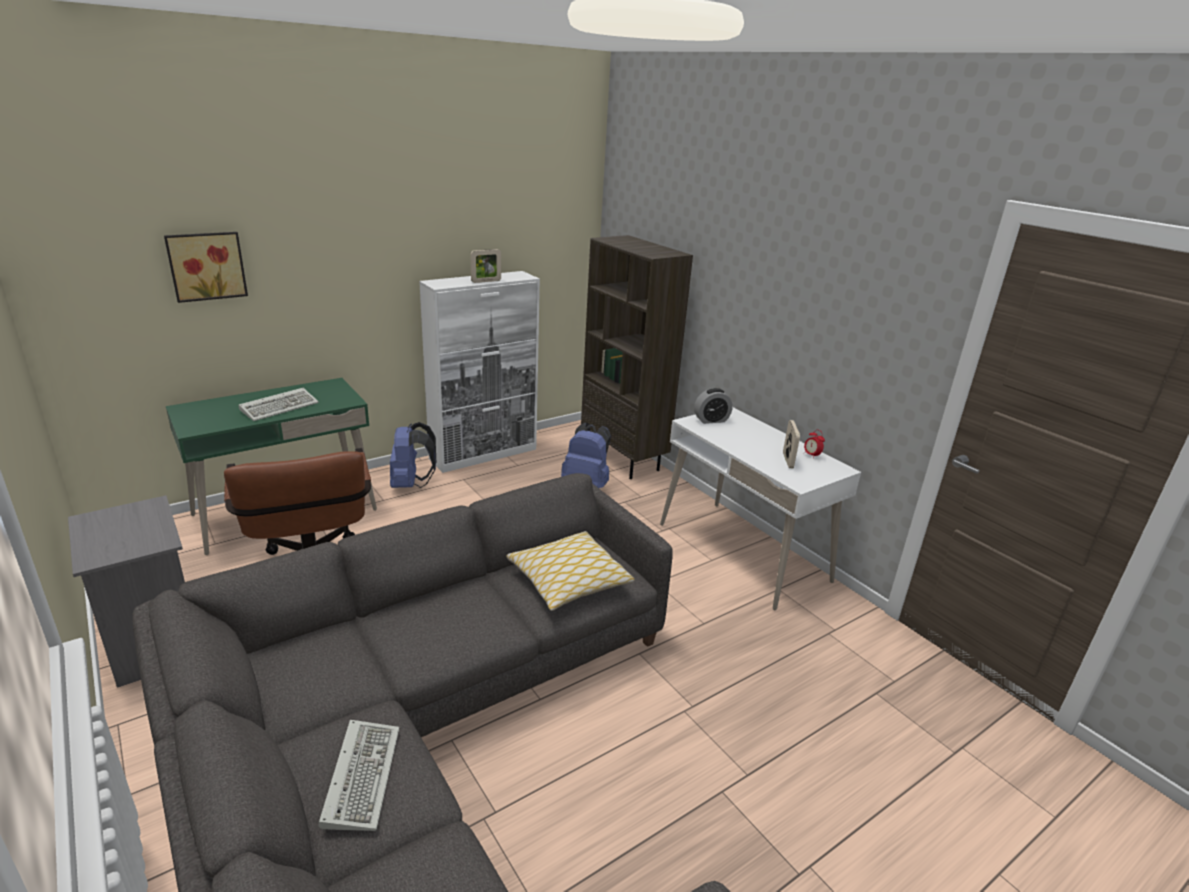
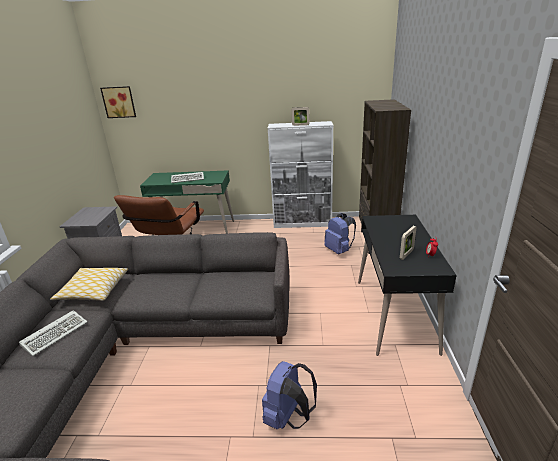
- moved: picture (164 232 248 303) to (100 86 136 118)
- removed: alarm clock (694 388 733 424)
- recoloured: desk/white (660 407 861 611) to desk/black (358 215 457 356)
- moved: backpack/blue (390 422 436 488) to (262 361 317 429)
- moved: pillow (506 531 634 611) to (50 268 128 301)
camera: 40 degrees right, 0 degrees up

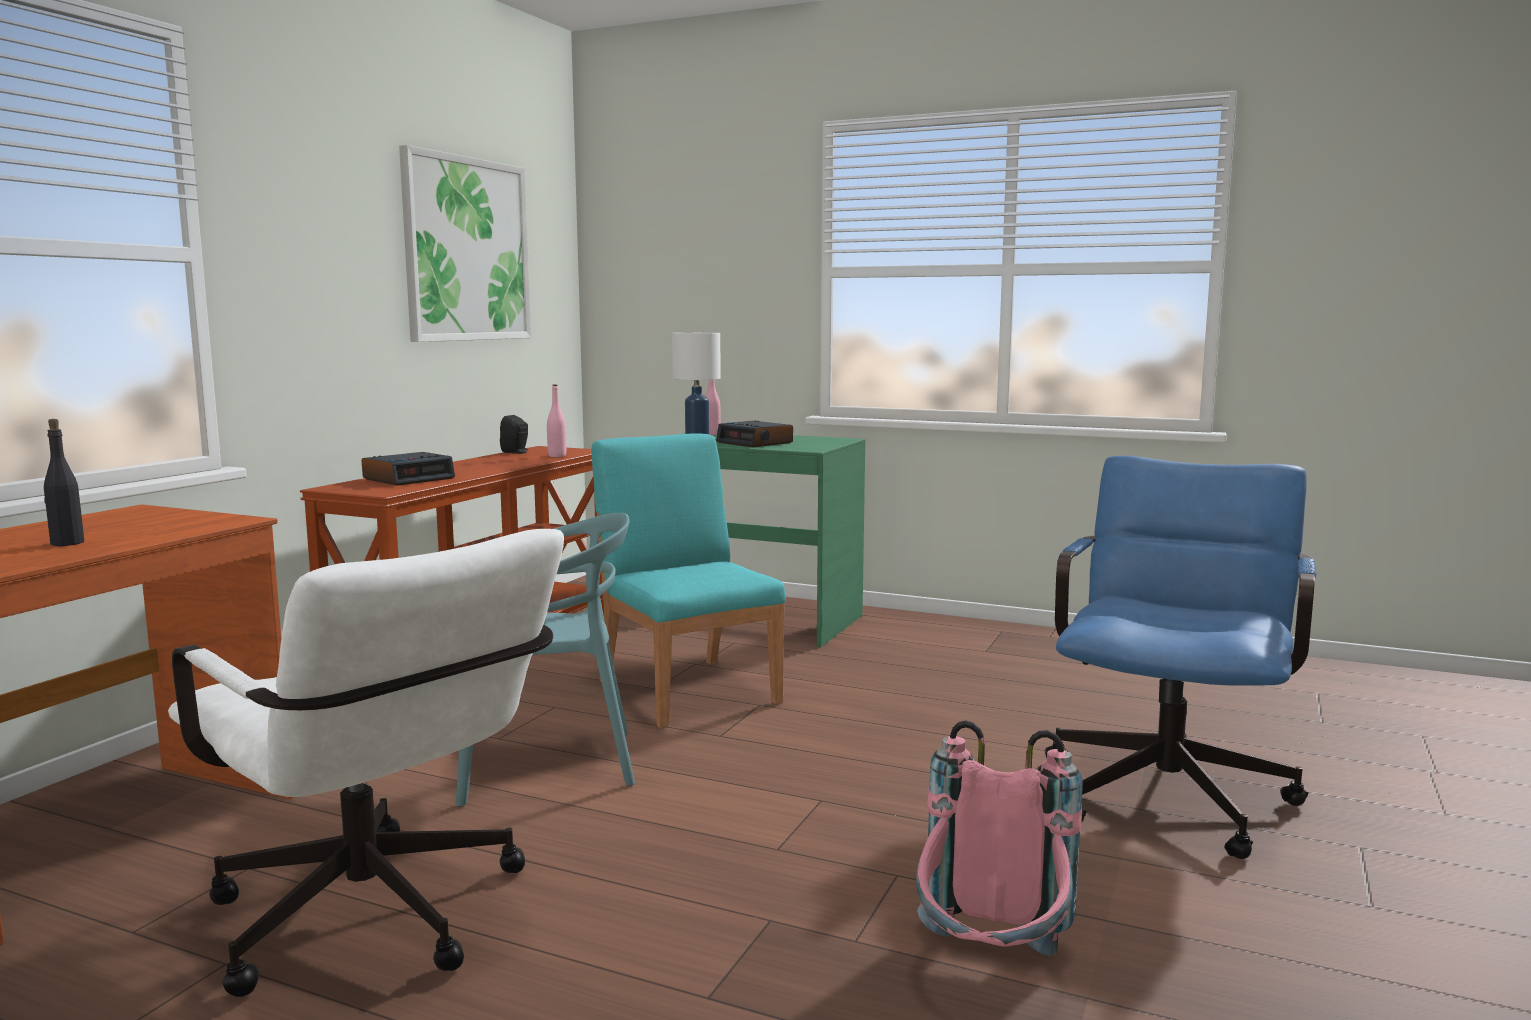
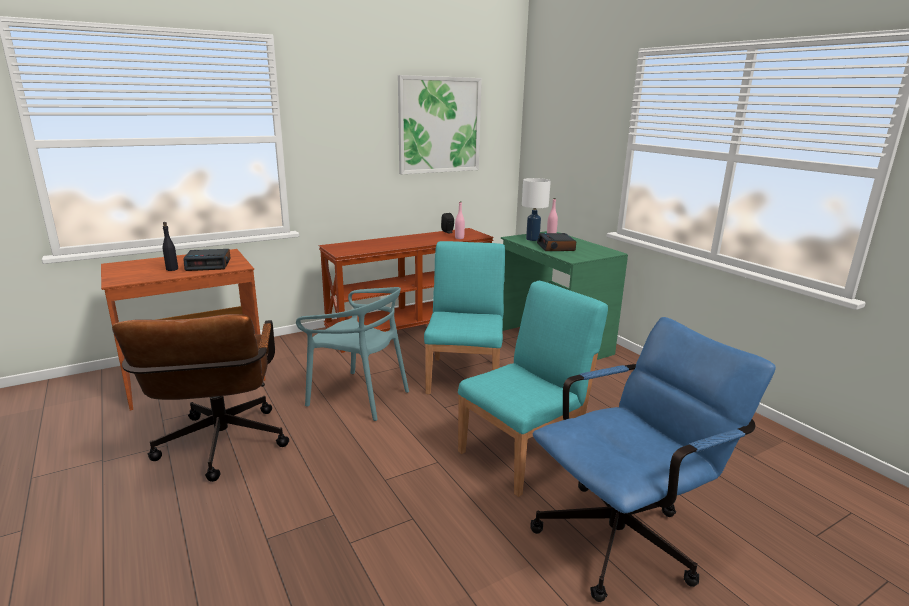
- moved: alarm clock (361 452 455 486) to (183 249 231 271)
- recoloured: office chair/white (168 529 564 997) to office chair/brown (112 314 289 482)
- removed: backpack/pink (916 720 1083 956)
- added: chair/turquoise (458 281 608 497)
camera: 35 degrees right, 10 degrees up

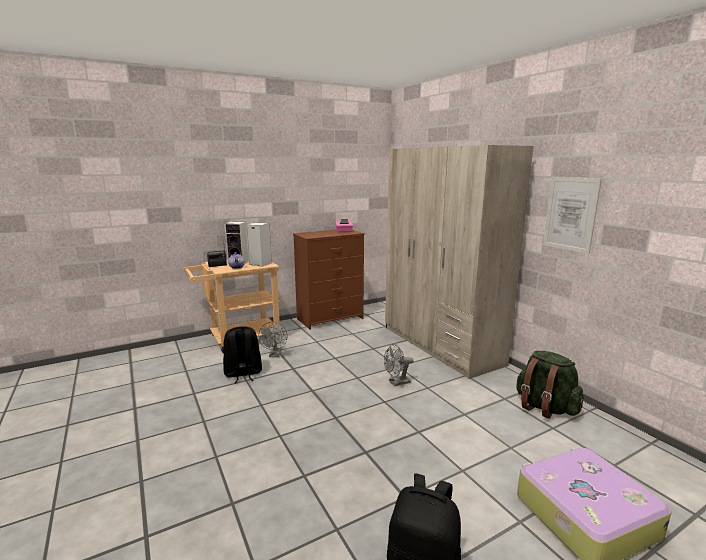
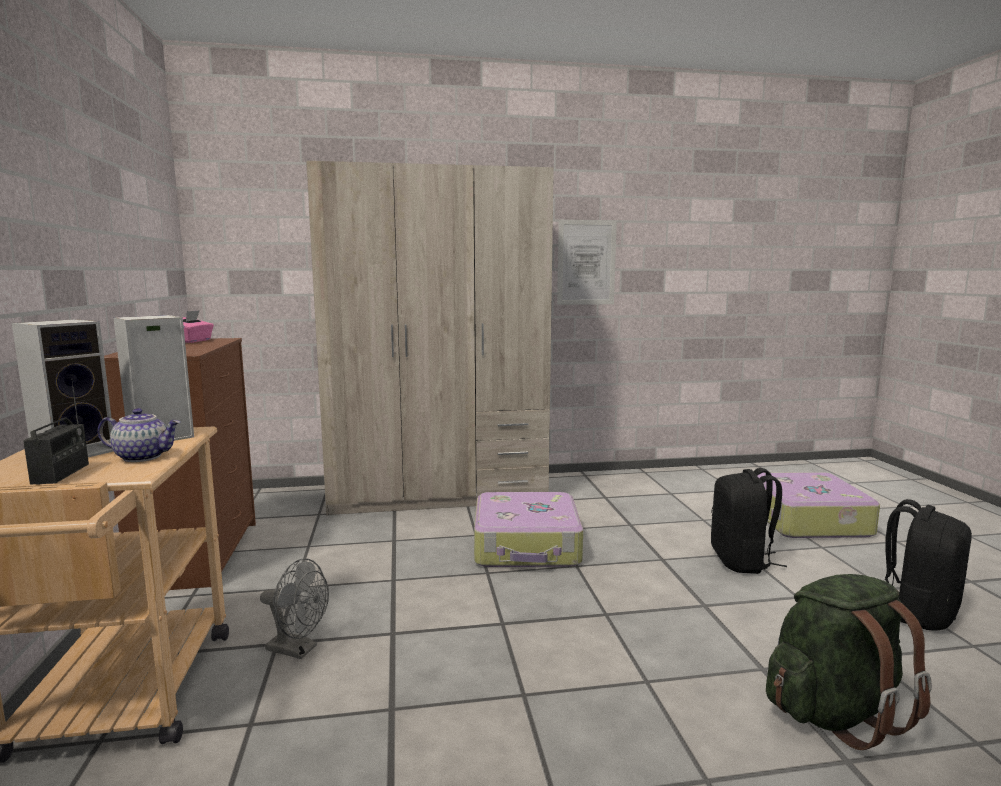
- moved: backpack/black (223 326 262 384) to (711 468 787 574)
- replaced: fan/grey (384 344 414 386) to suitcase (474 492 583 567)
- moved: backpack/green (516 351 583 419) to (766 574 932 750)
camera: 70 degrees left, 5 degrees down

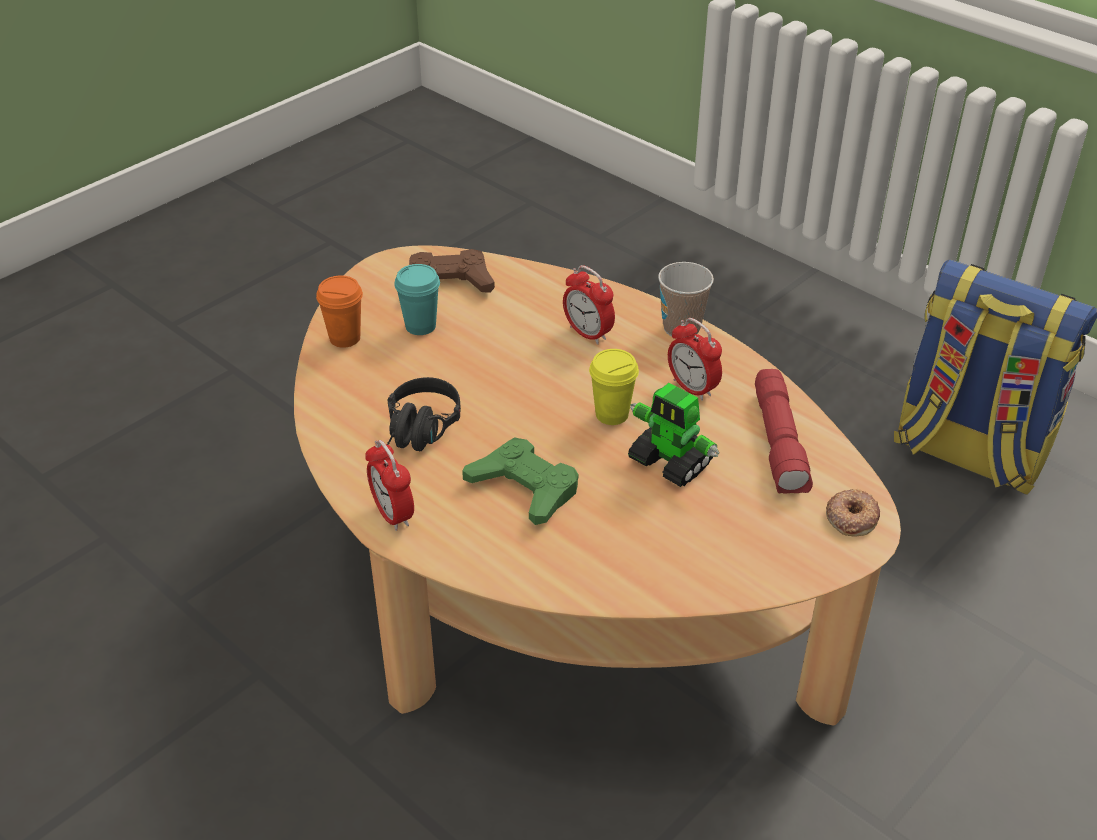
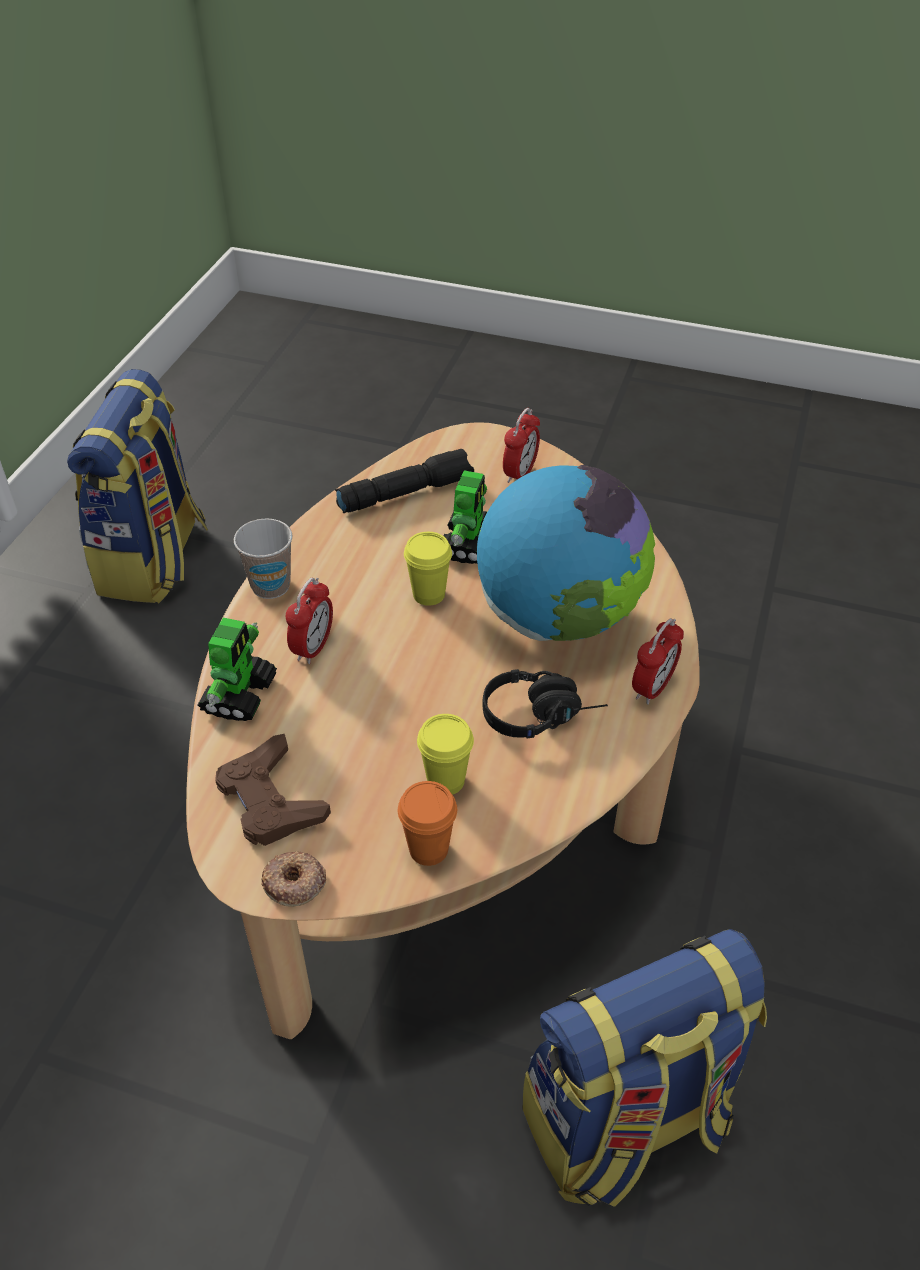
- removed: cup/turquoise (394 264 440 335)
- moved: alarm clock (668 318 722 401) to (503 408 540 483)
- recoloured: flashlight/red (755 369 813 494) to flashlight/black (335 449 474 513)
- replaced: game controller/green (462 438 579 525) to globe (477 465 655 641)
- moved: donut (826 489 880 537) to (261 851 326 907)
- added: toy robot (198 618 277 721)
- added: cup/yellow (417 714 474 795)
- added: backpack (522 929 767 1207)
camera: 115 degrees left, 5 degrees up

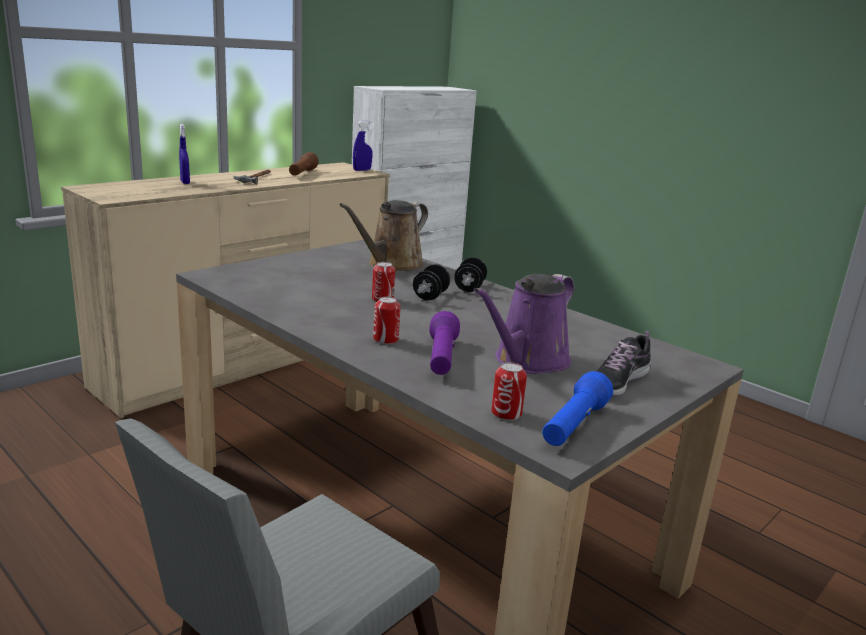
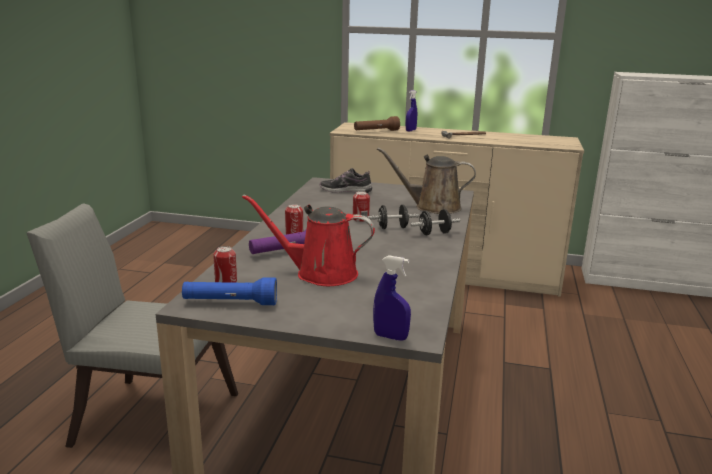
- moved: spray bottle/blue (353 121 372 171) to (373 255 411 341)
- moved: flashlight/brown (289 152 319 176) to (354 116 400 131)
- recoloured: watering can/purple (474 274 574 374) to watering can/red (242 194 375 286)
- moved: shoe (596 331 651 396) to (320 168 372 193)
camera: 60 degrees right, 0 degrees up

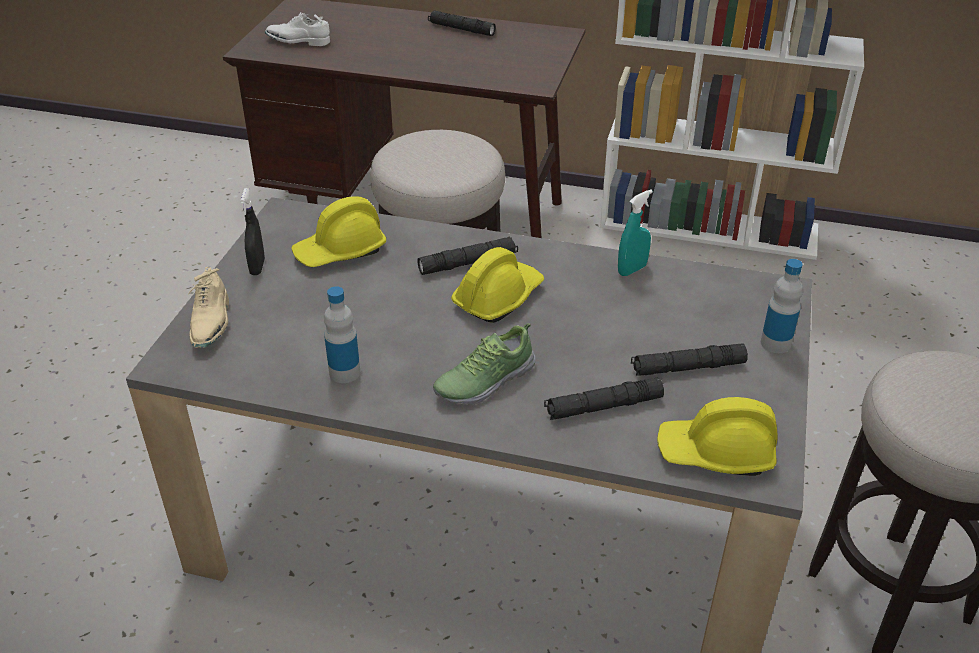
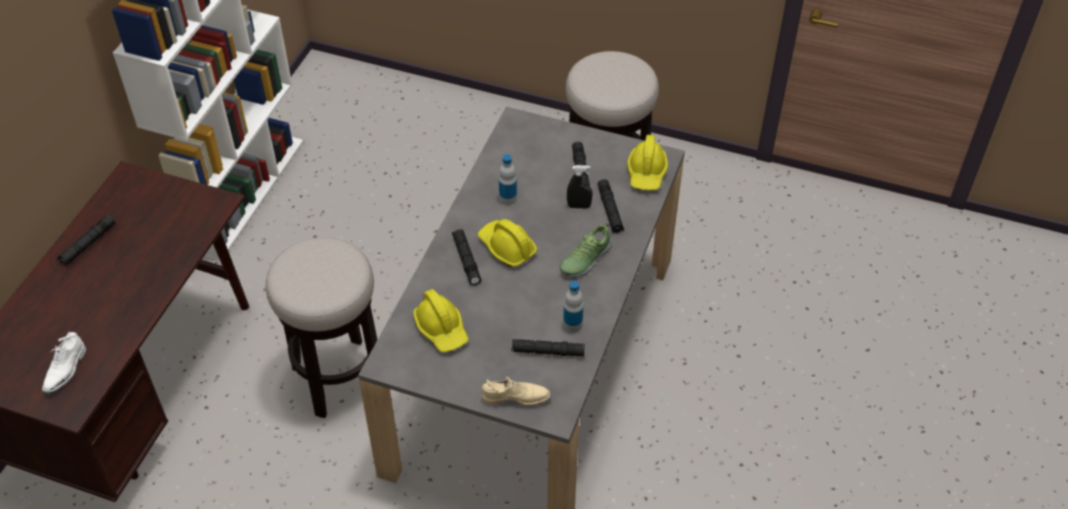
- moved: spray bottle/black (240 188 265 275) to (567 165 593 209)
- removed: spray bottle/turquoise (618 190 653 276)
- moved: bottle (761 259 803 353) to (499 154 517 205)
- turned: shoe (433 323 536 405) = (560 223 613 277) 75 degrees clockwise
- added: flashlight/black (511 339 585 357)
camera: 85 degrees left, 10 degrees up

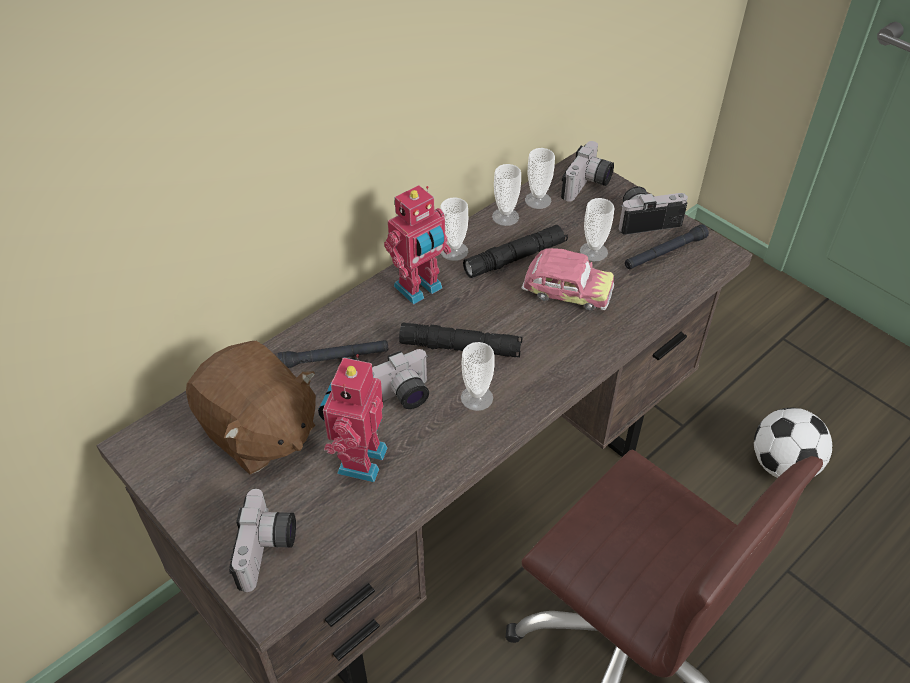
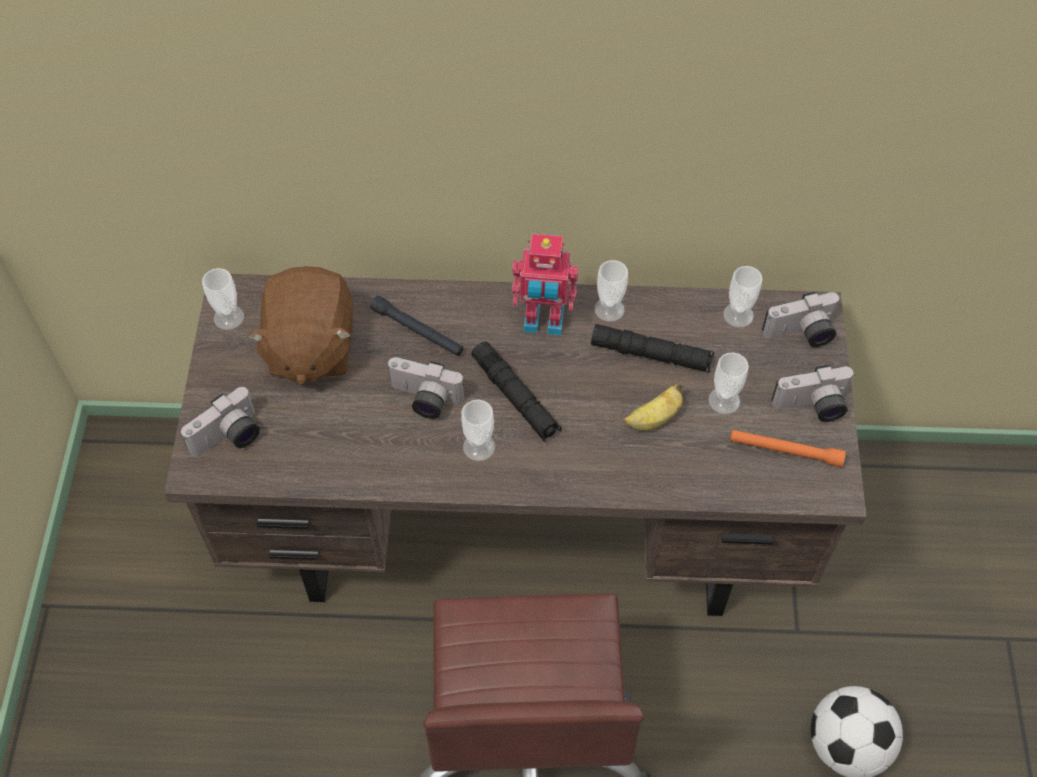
- moved: cup (492 164 521 226) to (202 268 244 330)
- turned: photo camera (619 187 688 235) = (772 365 855 422) 135 degrees clockwise
- recoloured: flashlight/black (625 224 709 269) to flashlight/orange (730 430 846 467)
- replaced: toy car (521 248 614 311) to banana (623 382 683 431)
- removed: toy robot (318 354 387 482)
camera: 45 degrees right, 10 degrees up

